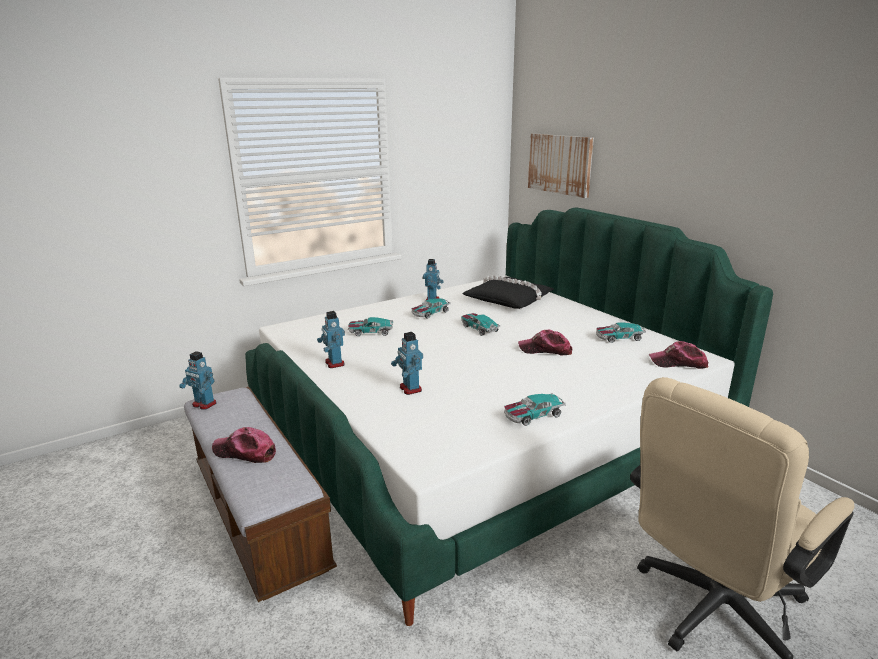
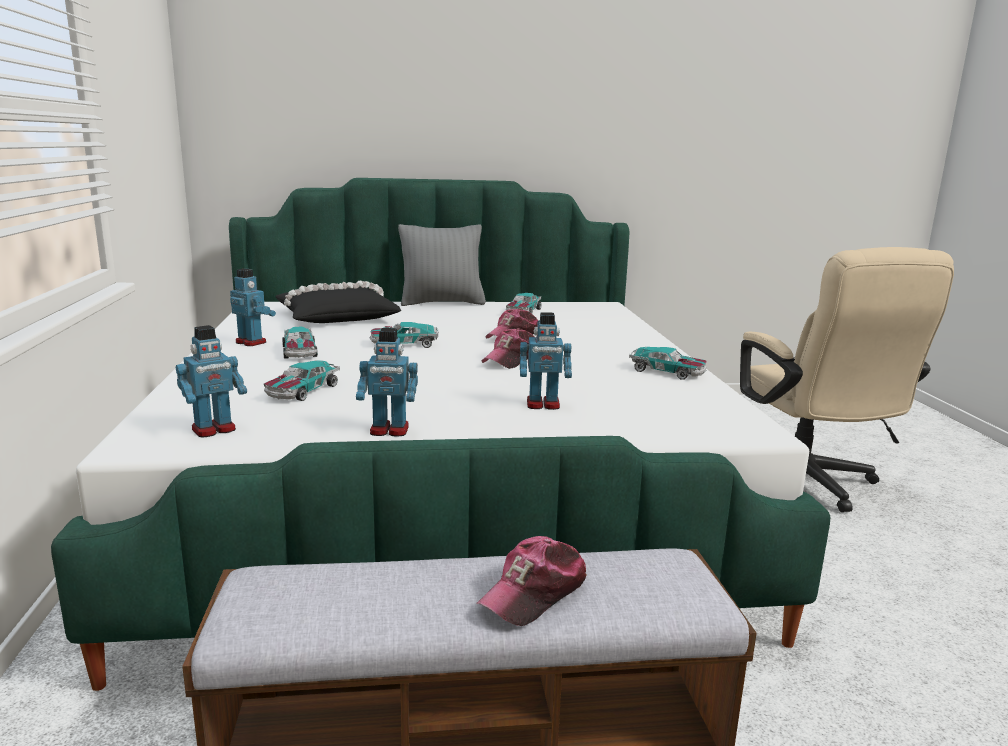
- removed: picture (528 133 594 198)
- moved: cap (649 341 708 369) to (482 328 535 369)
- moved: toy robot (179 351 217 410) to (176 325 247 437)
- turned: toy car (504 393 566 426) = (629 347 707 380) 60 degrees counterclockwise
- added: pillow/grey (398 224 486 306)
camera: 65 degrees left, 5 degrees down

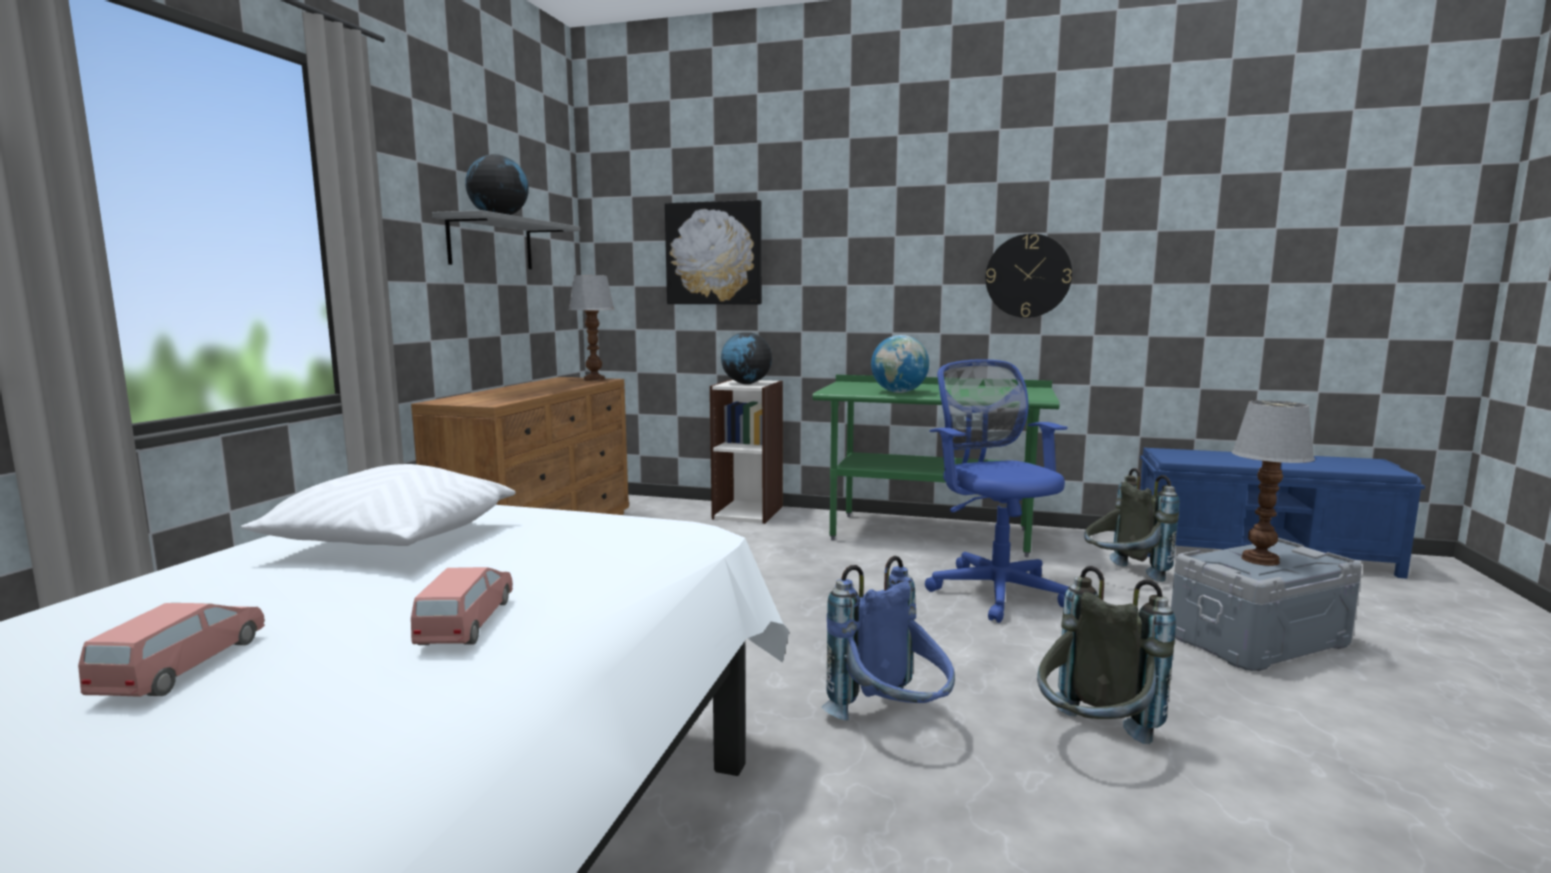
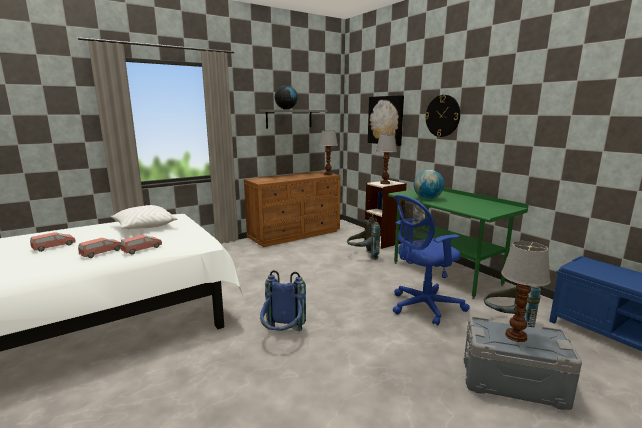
- moved: wall clock (986 234 1072 318) to (425 95 460 137)
- replaced: globe (721 332 772 384) to table lamp (376 135 397 184)
- turned: office chair/blue (925 359 1069 623) = (393 195 470 326) 135 degrees counterclockwise
- moved: backpack/grey (1037 566 1176 744) to (347 214 381 260)
- added: toy car/pink (120 235 162 254)
camera: 40 degrees right, 5 degrees up

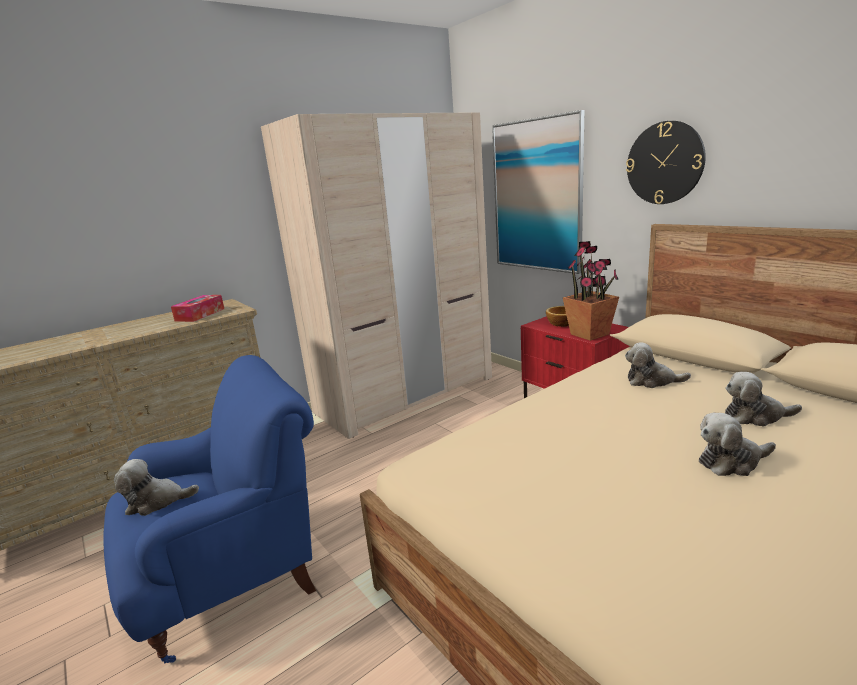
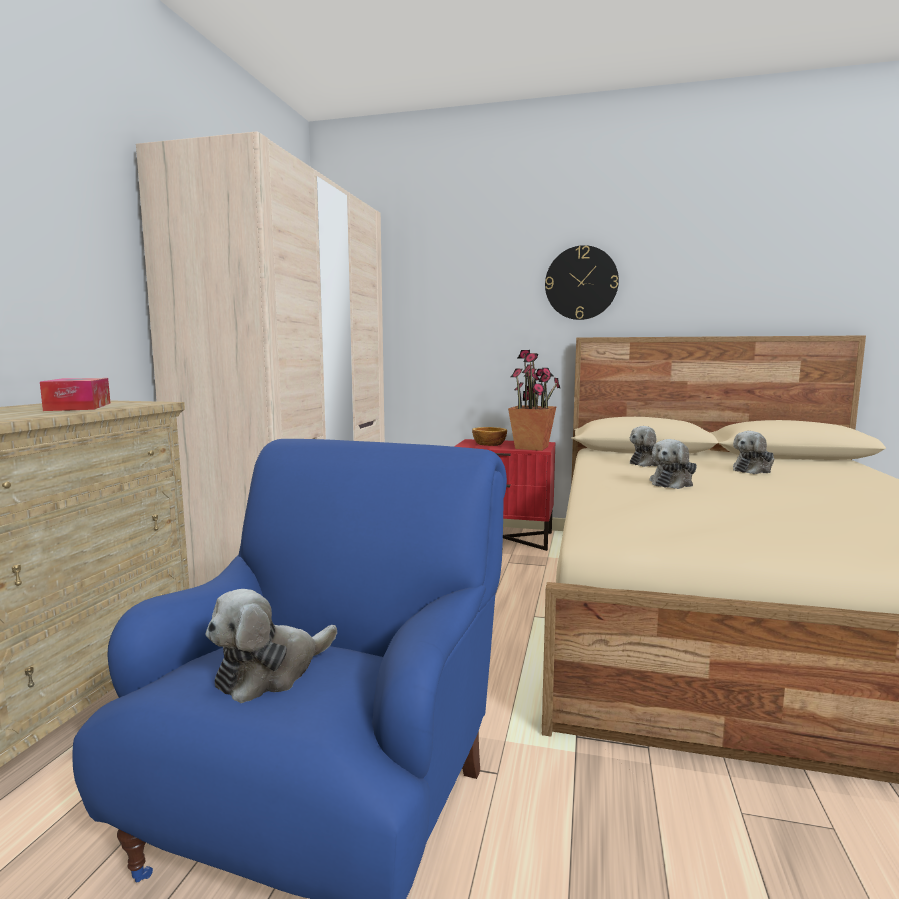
- removed: picture (492 110 585 274)
- moved: plush toy (699 413 776 476) to (650 439 697 489)
camera: 40 degrees left, 10 degrees down

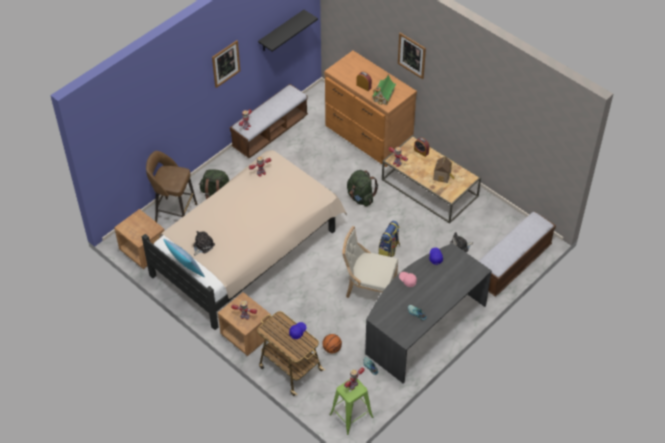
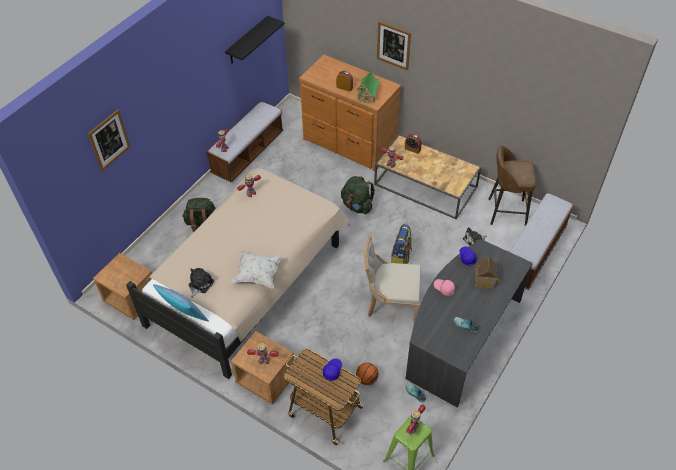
- moved: picture (212 40 240 88) to (88 109 130 171)
- moved: stool/brown (146 151 197 222) to (489 145 536 226)
- moved: toy house (433 156 455 183) to (475 257 500 289)
- added: pillow/white (231 250 282 289)
camera: 10 degrees left, 0 degrees up

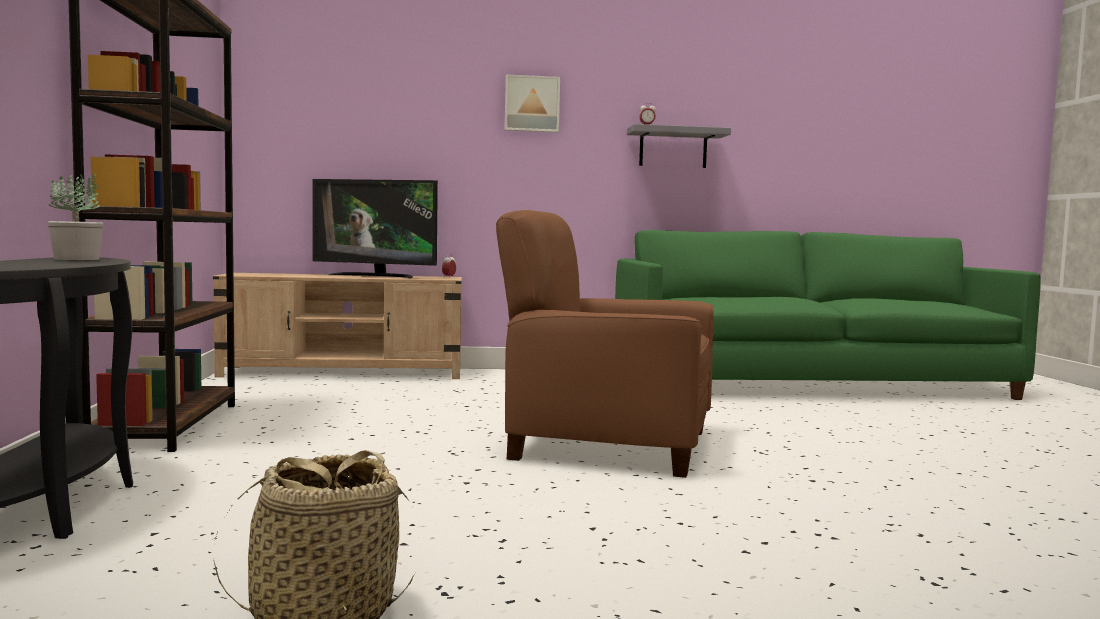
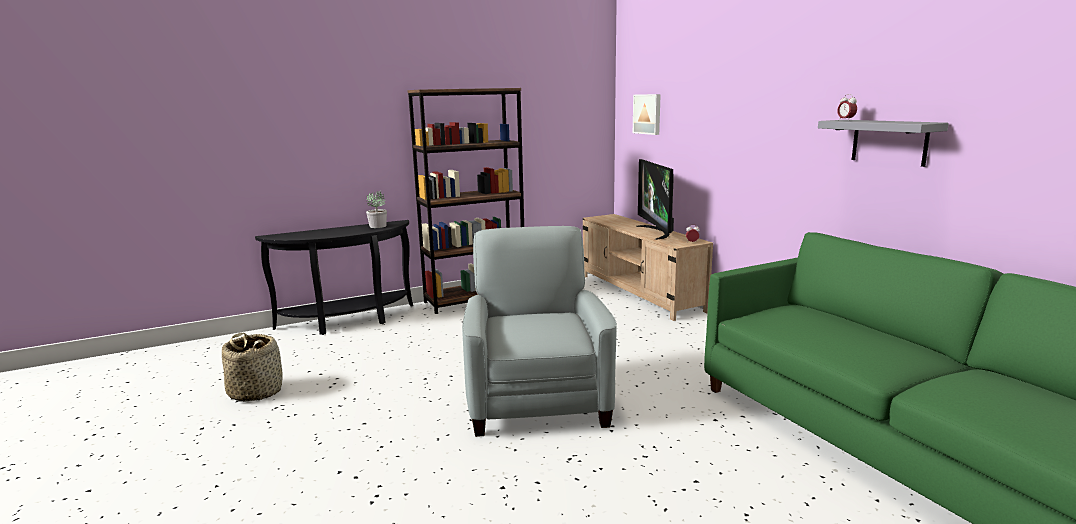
- moved: picture (505 74 560 133) to (633 94 661 135)
- recoloured: armchair/brown (496 210 713 478) to armchair/grey (462 226 617 437)
camera: 70 degrees right, 10 degrees up

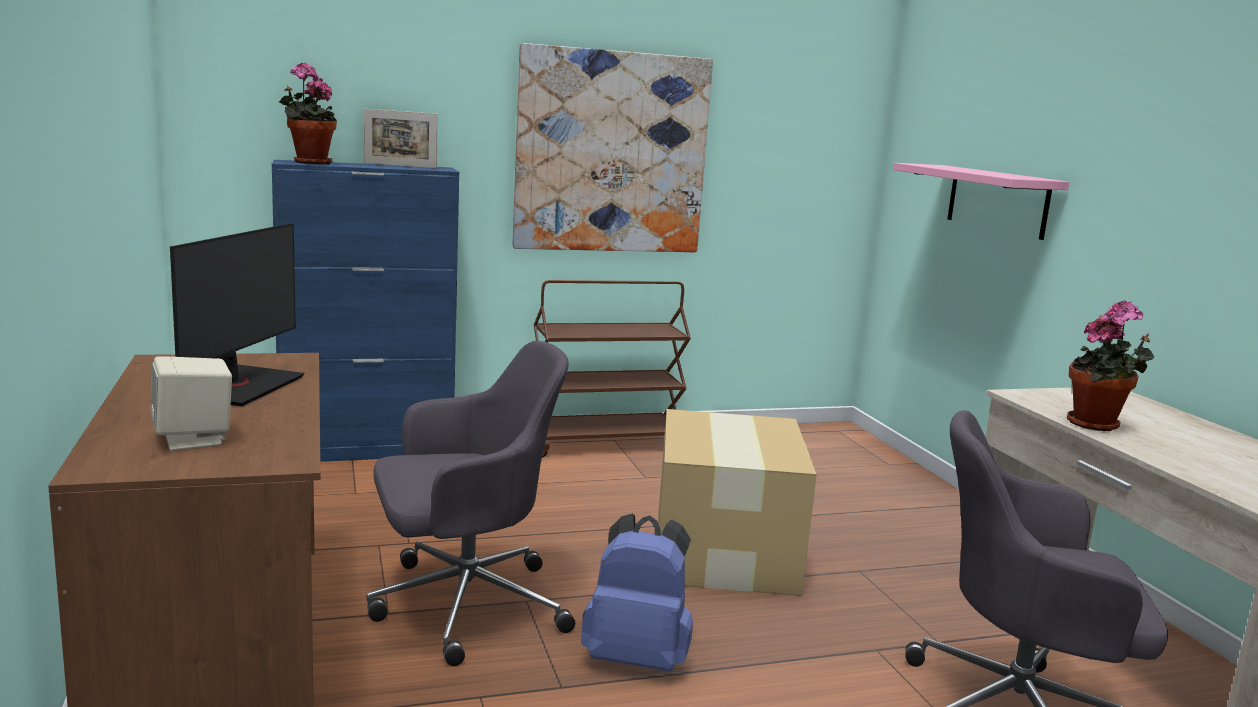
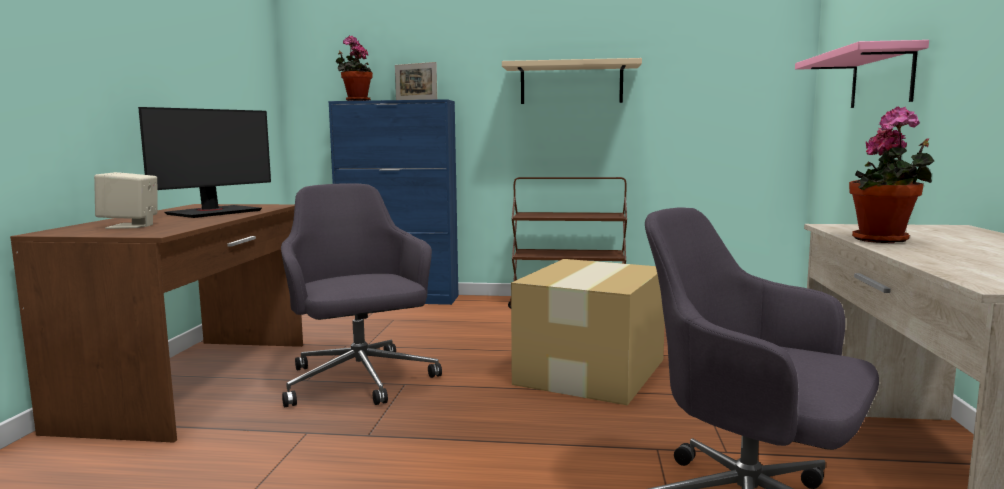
- replaced: picture (512 43 713 252) to shelf/beige (502 58 642 104)
- turned: office chair/grey (366 341 575 666) = (281 183 442 408) 120 degrees counterclockwise
- removed: backpack/blue (581 514 693 672)
camera: 25 degrees right, 5 degrees down

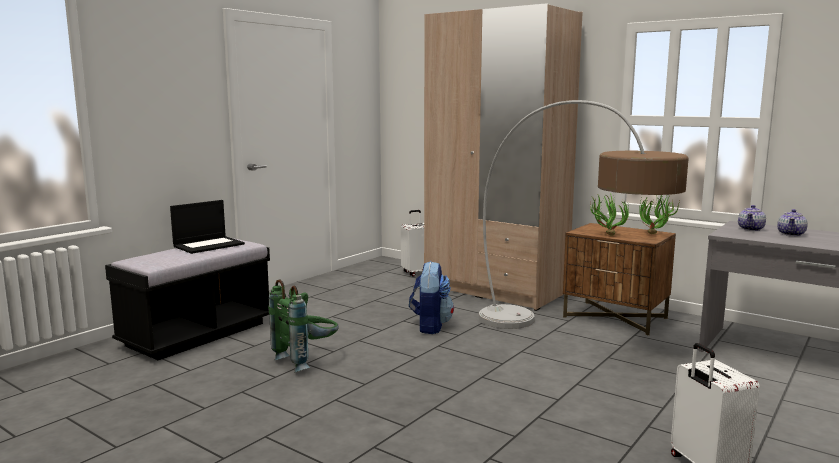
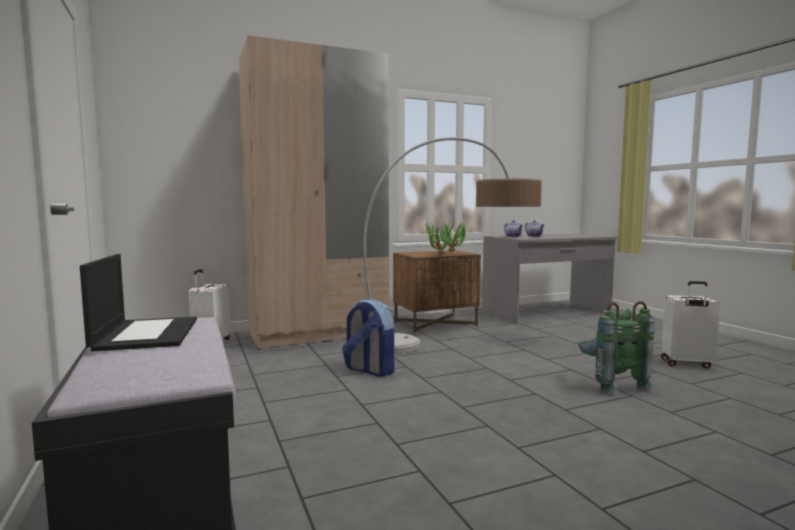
- moved: backpack/green (268 279 339 372) to (579 301 655 394)
camera: 60 degrees left, 5 degrees down

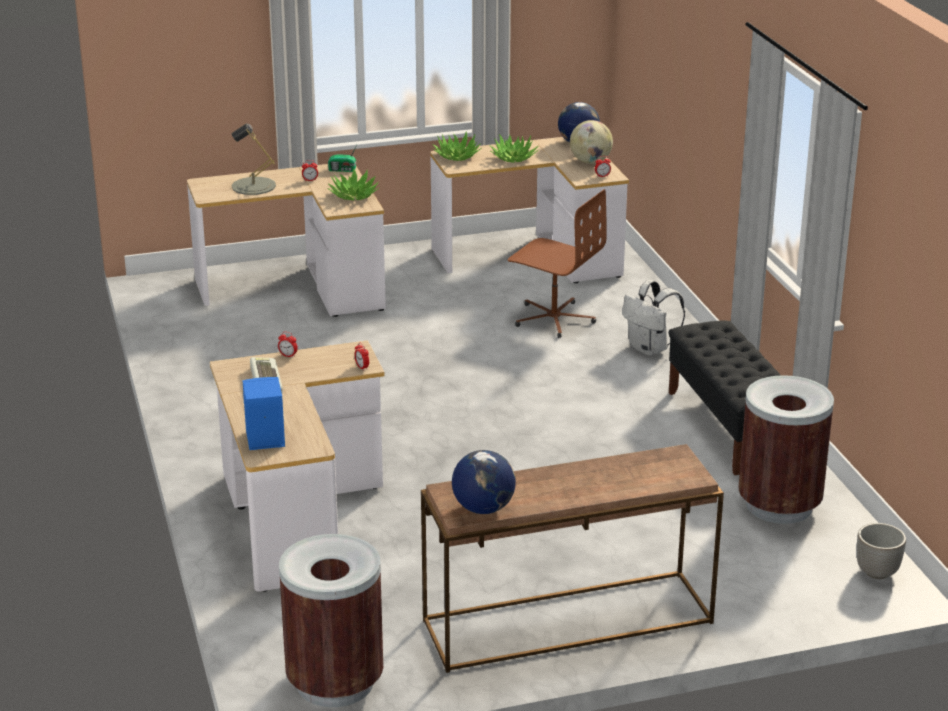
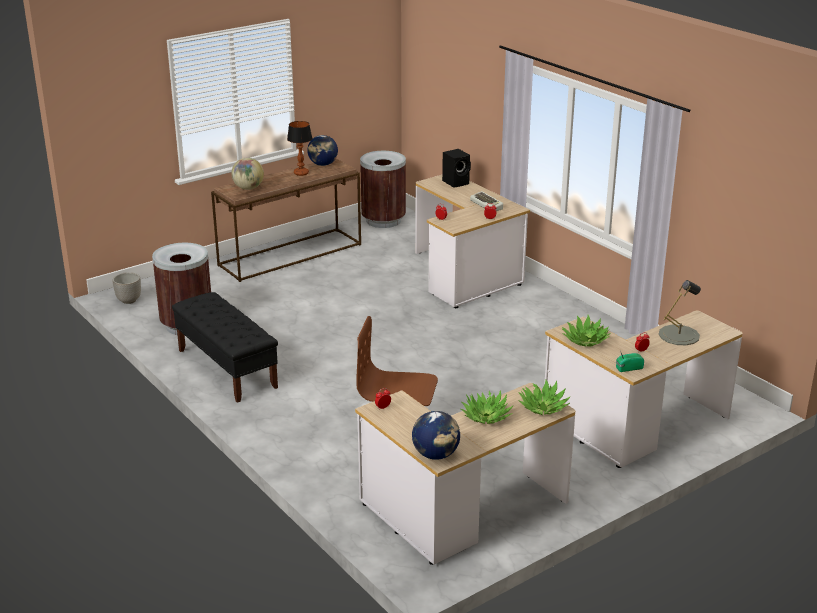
- moved: globe (570 120 613 164) to (231 158 264 190)
- removed: backpack/white (622 280 685 356)
- recoloured: speaker/blue (242 377 285 450) to speaker/black (442 149 471 188)
- added: table lamp (287 121 313 176)
camera: 160 degrees right, 0 degrees up

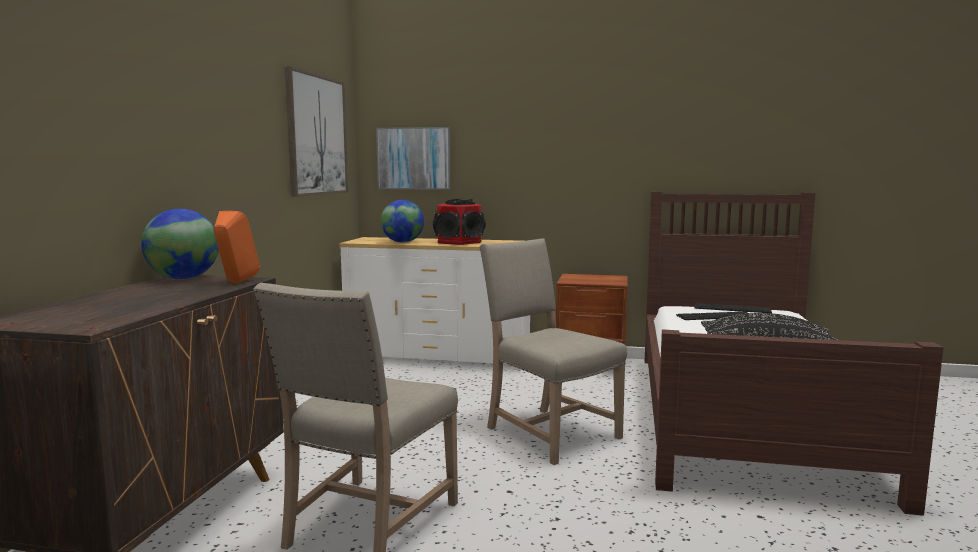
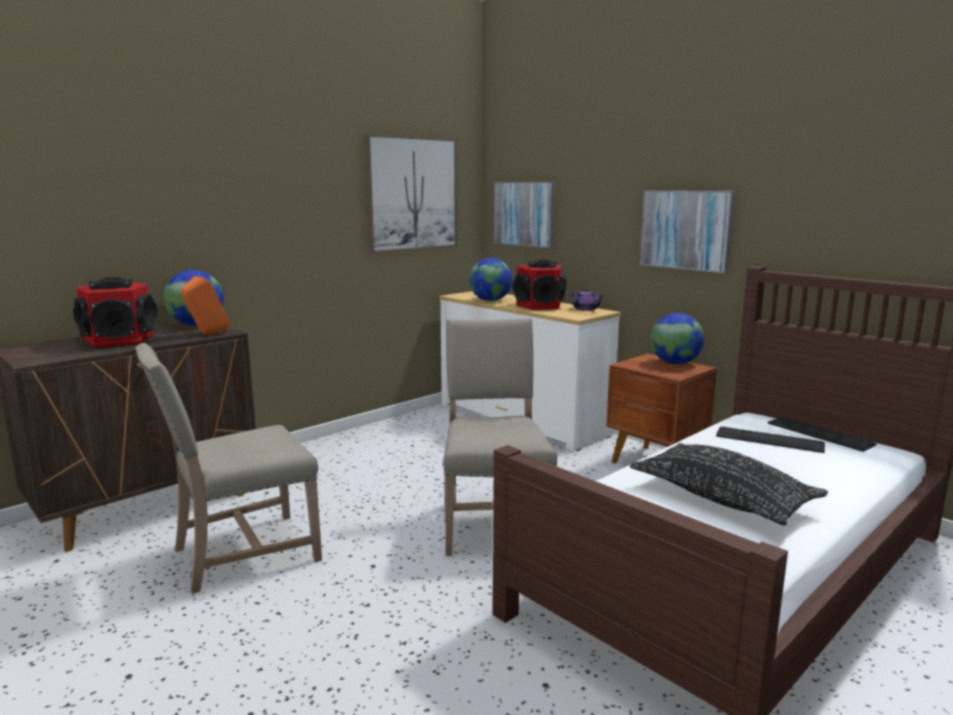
- added: picture (640 190 735 274)
- added: speaker (73 277 158 348)
- added: teapot/purple (571 288 603 311)
- added: globe (651 313 704 364)
camera: 35 degrees right, 5 degrees up

